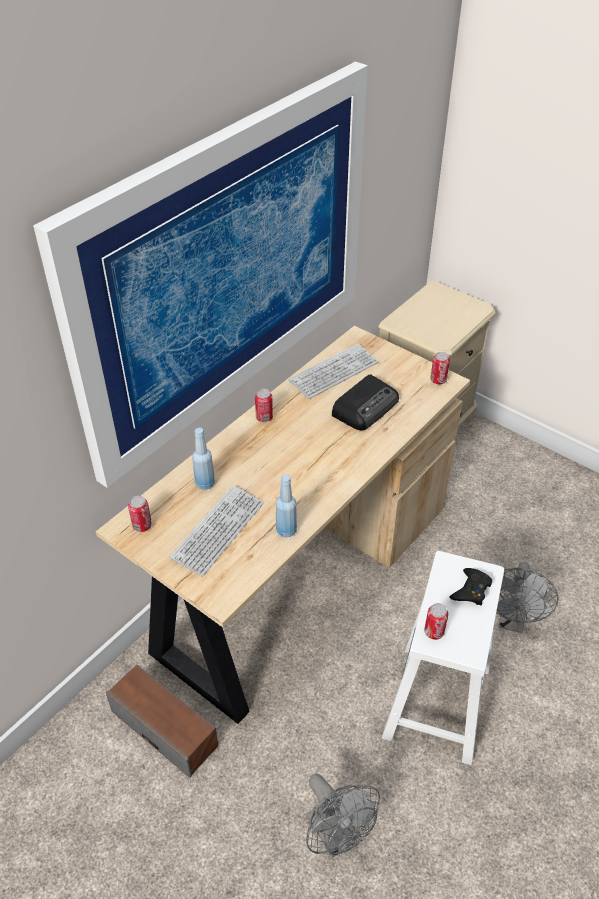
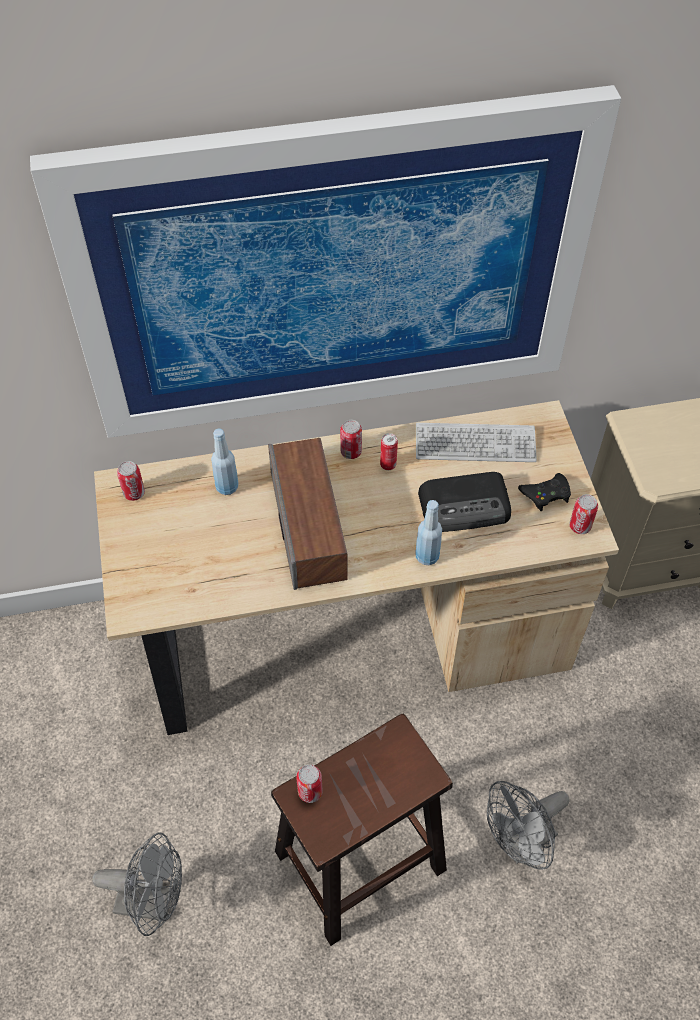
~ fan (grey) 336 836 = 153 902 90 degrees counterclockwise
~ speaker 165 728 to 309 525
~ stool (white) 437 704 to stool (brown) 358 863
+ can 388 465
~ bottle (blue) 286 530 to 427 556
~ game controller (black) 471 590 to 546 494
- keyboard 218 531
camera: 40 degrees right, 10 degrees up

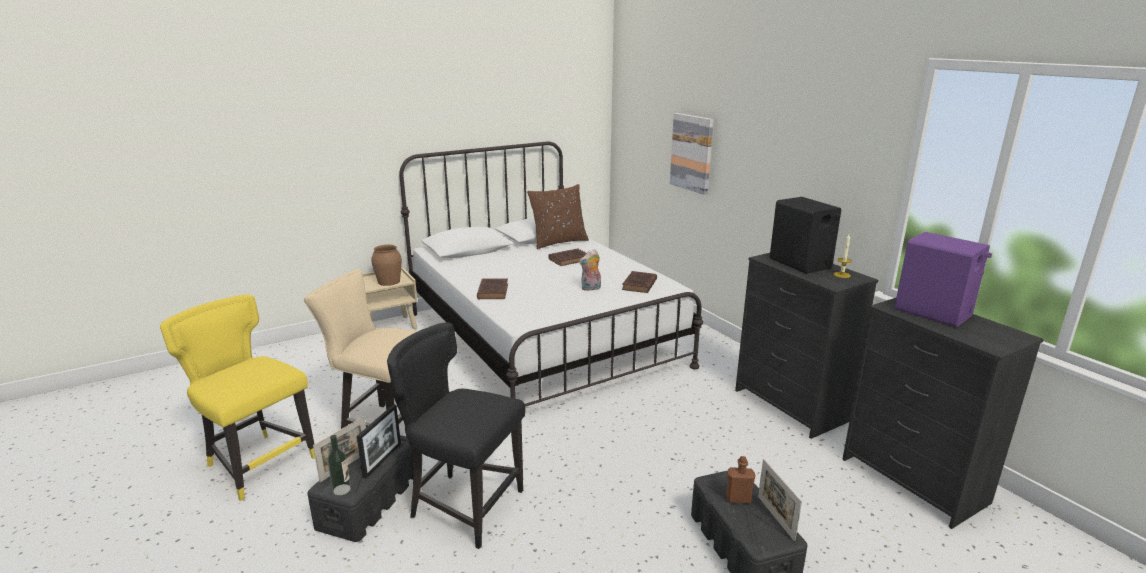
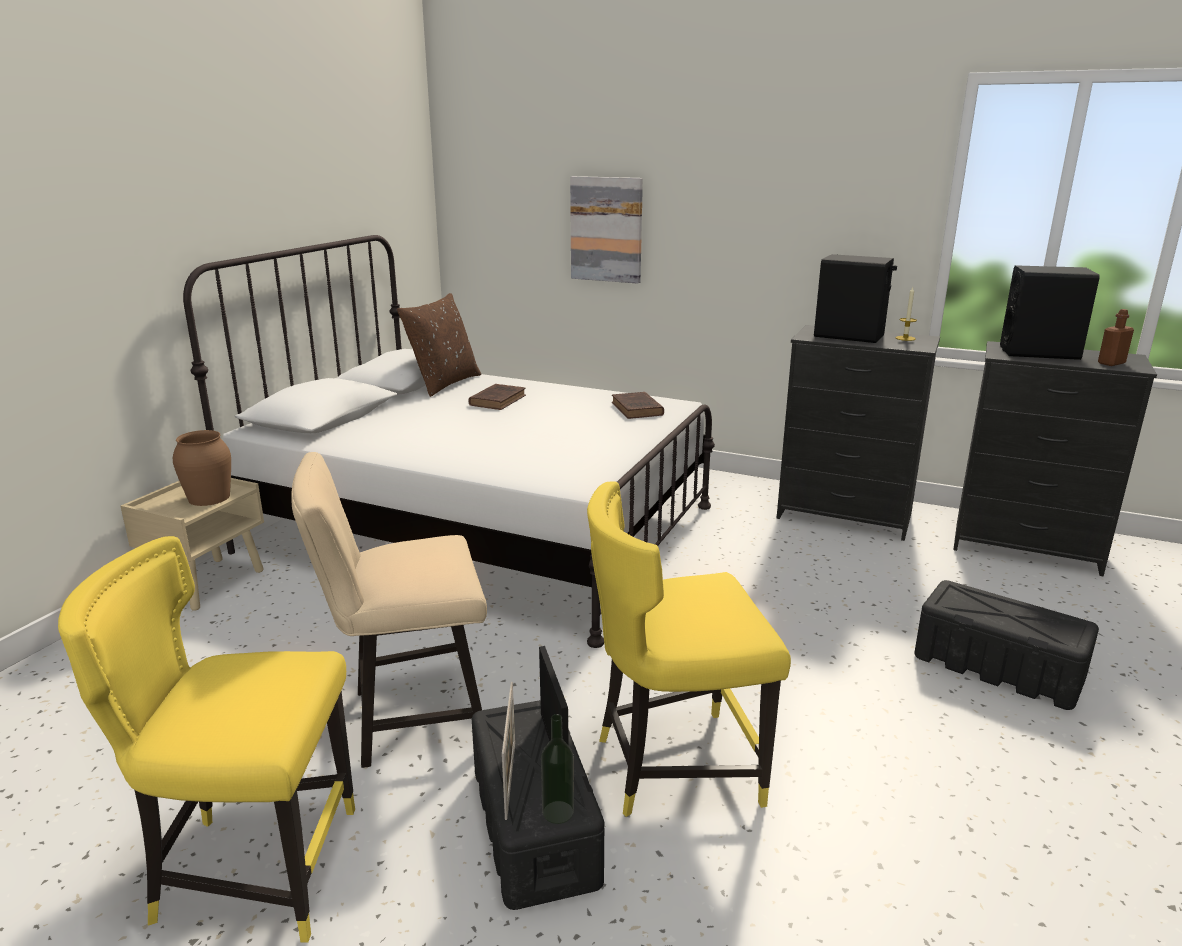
~ chair (black) 464 505 to chair (yellow) 673 766
~ speaker (purple) 933 312 to speaker (black) 1039 352
~ bottle (brown) 738 499 to 1111 363
- book (brown) 493 291
- plush toy 591 288
- picture frame 775 518
camera: 35 degrees left, 0 degrees up

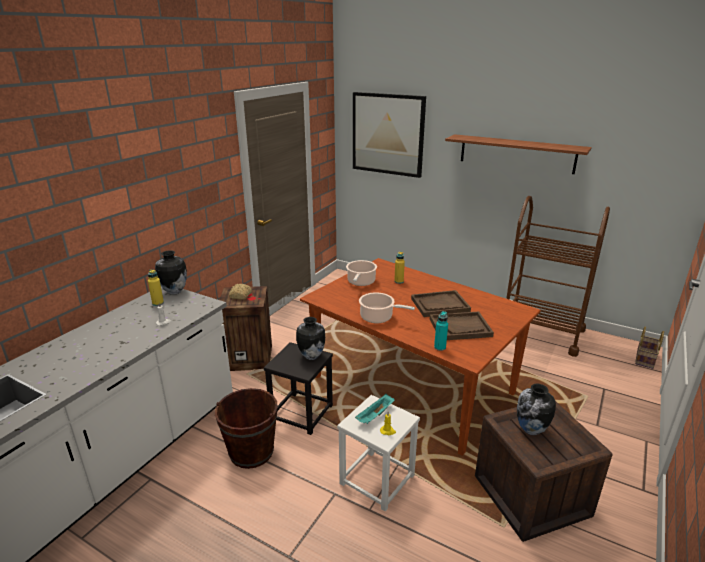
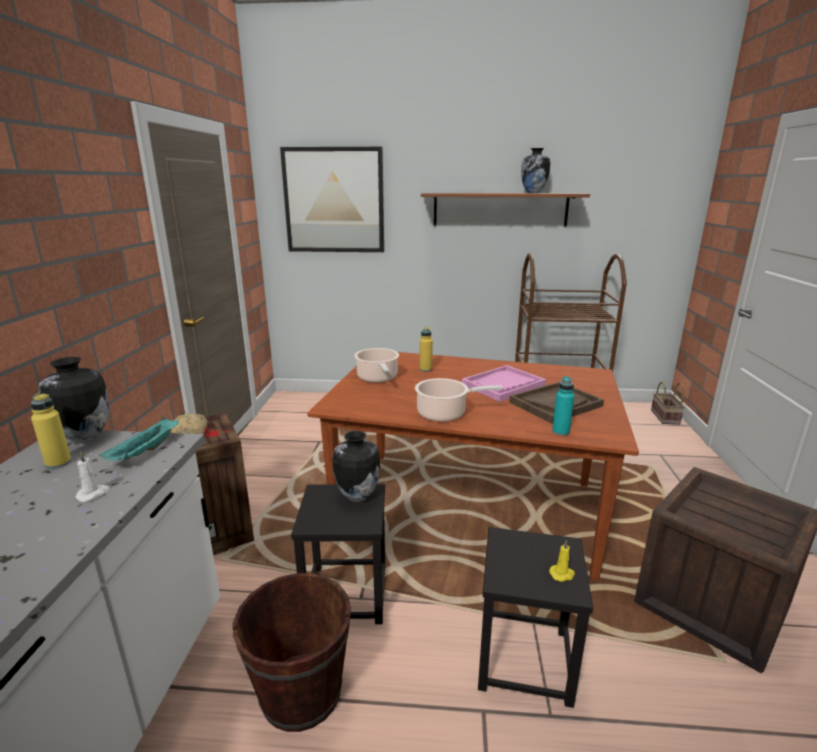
~ tray (turquoise) 375 416 to 145 452
~ tray (brown) 440 305 to tray (pink) 503 385
~ stool (white) 376 480 to stool (black) 524 660
~ vase 531 430 to 533 193
camera: 25 degrees left, 5 degrees down

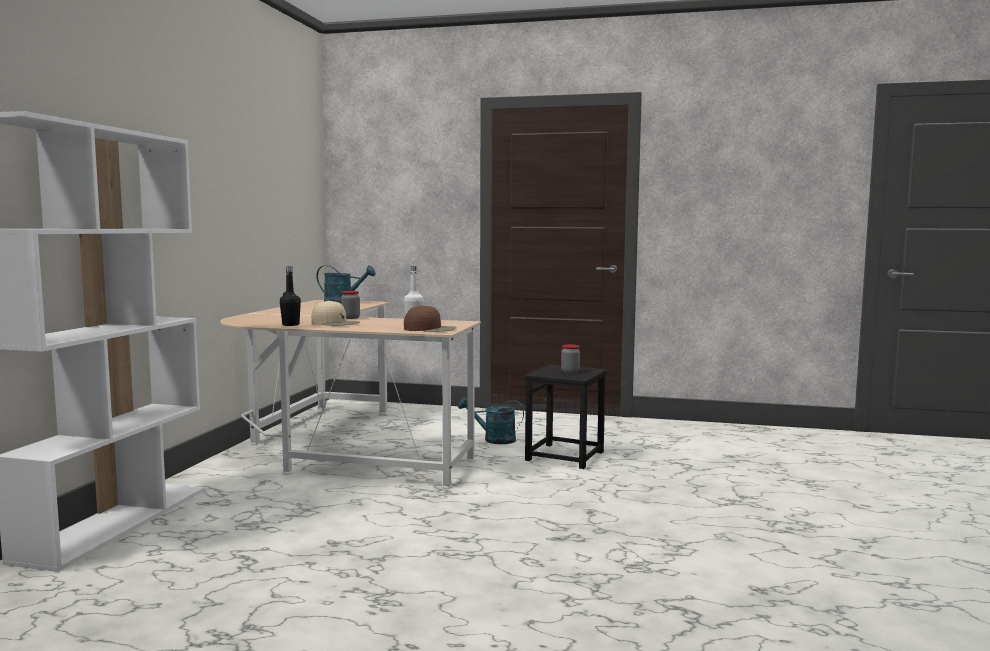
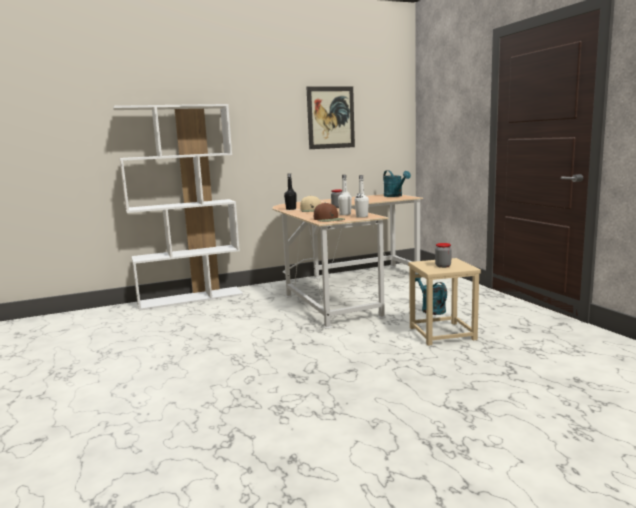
+ picture 331 117
+ bottle (white) 362 216
~ stool (black) 565 456 to stool (beige) 442 333
camera: 55 degrees right, 5 degrees up

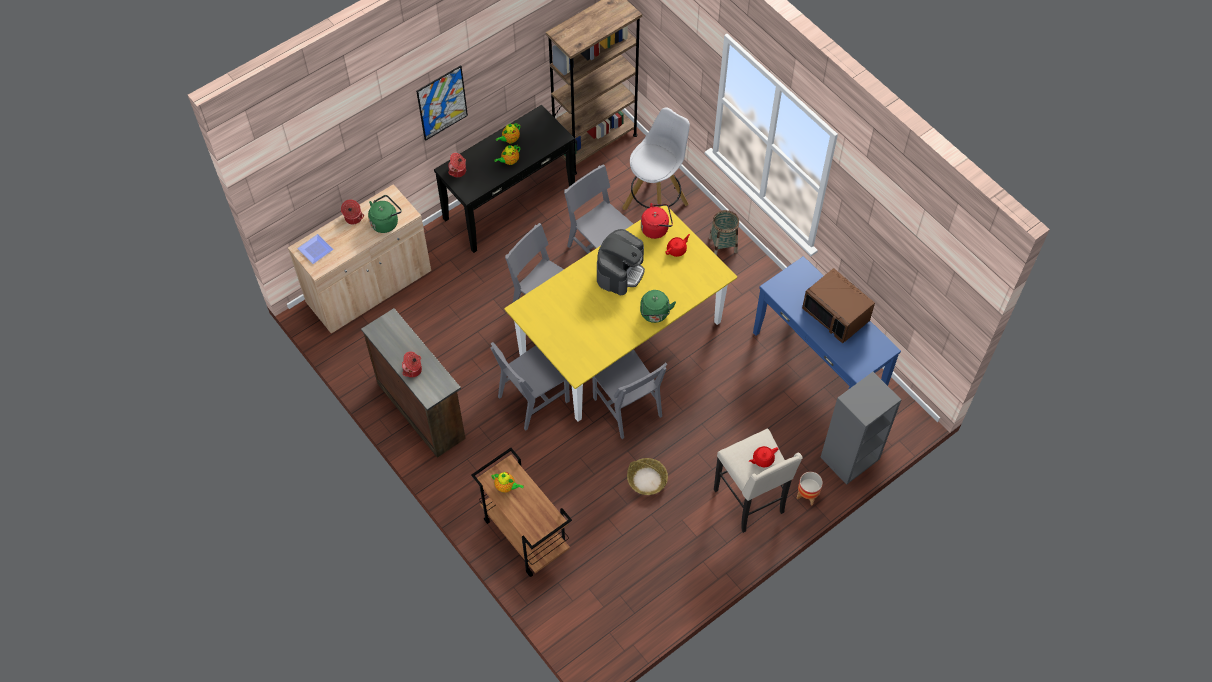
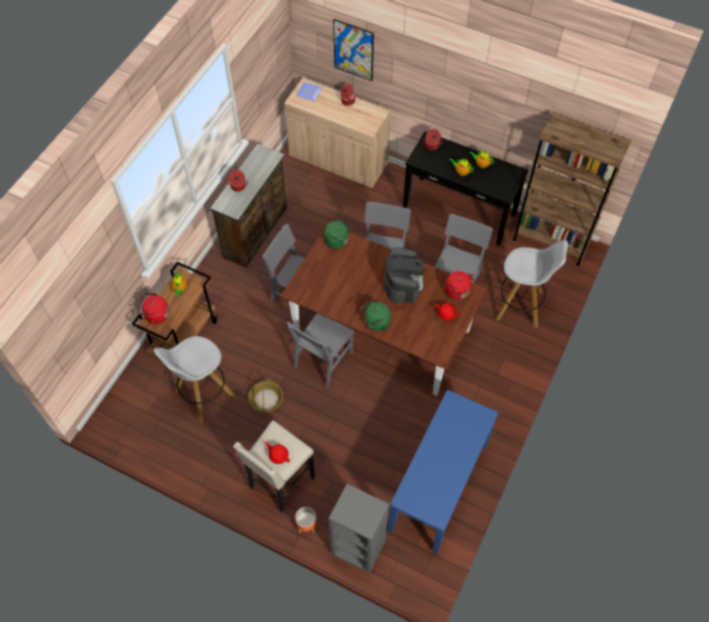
+ kettle (red) 155 315
+ stool (white) 203 395
~ dining table (yellow) 620 338 to dining table (brown) 382 330
~ kettle (green) 386 222 to 338 241
~ picture 442 103 to 353 50
~ coffee machine 620 271 = 403 283 90 degrees counterclockwise
- basket 723 245
- microwave (brown) 836 314
camera: 65 degrees right, 0 degrees up

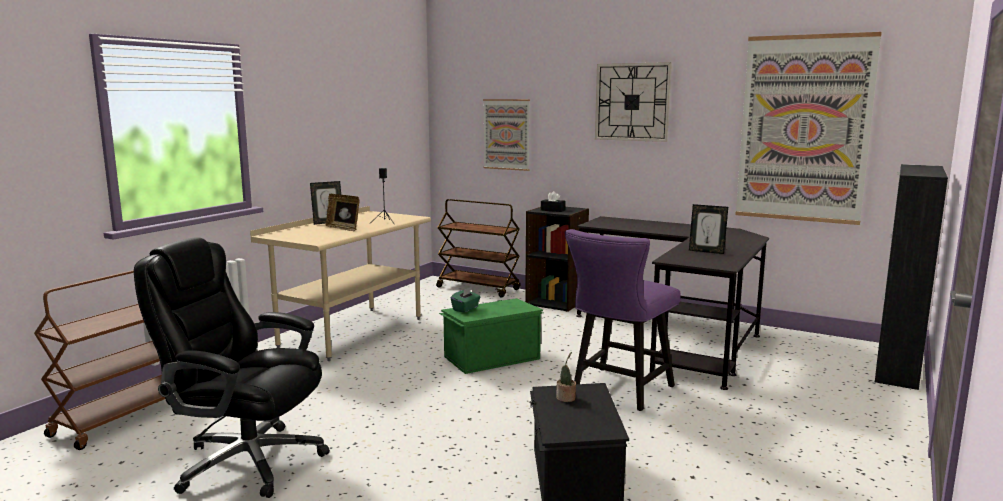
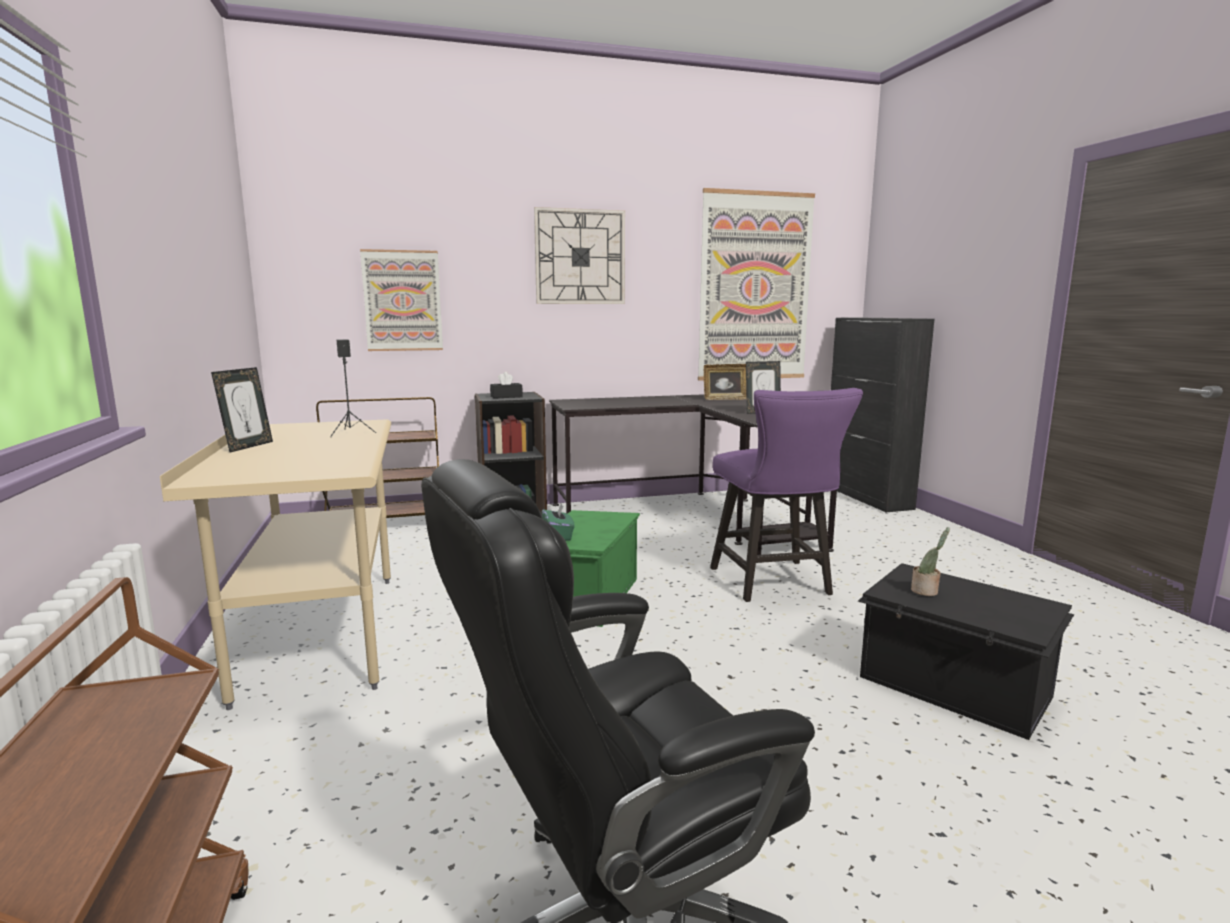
~ picture frame 344 228 to 725 399
camera: 45 degrees left, 0 degrees up

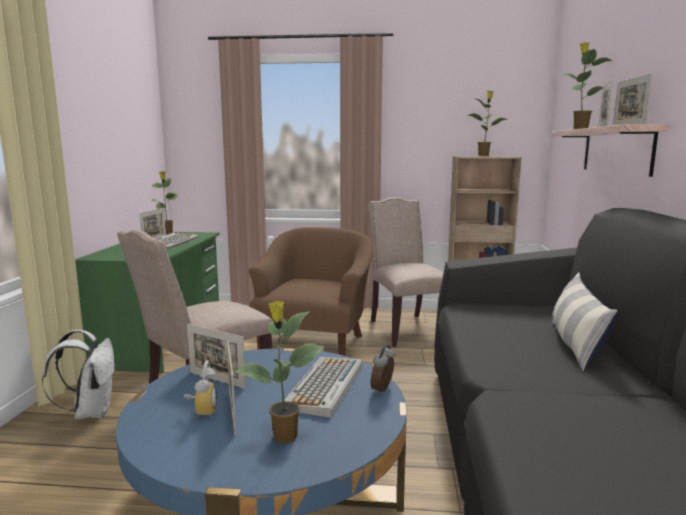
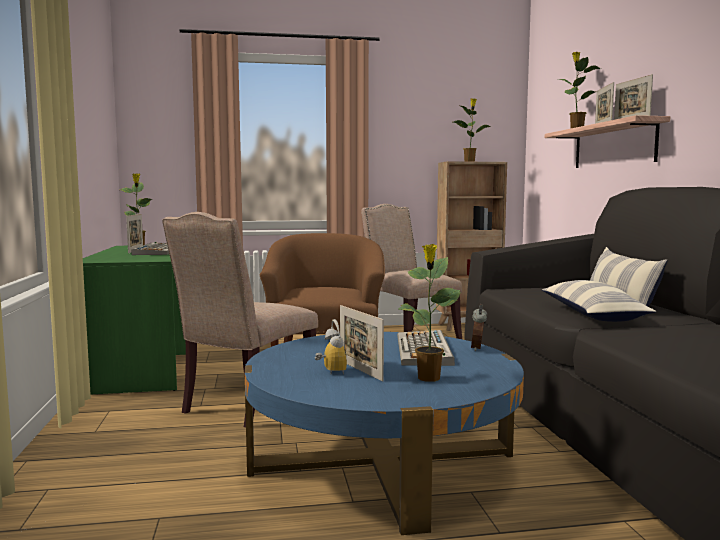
+ pillow 591 315
- backpack (white) 91 412
- picture frame 217 380
camera: 15 degrees left, 5 degrees down

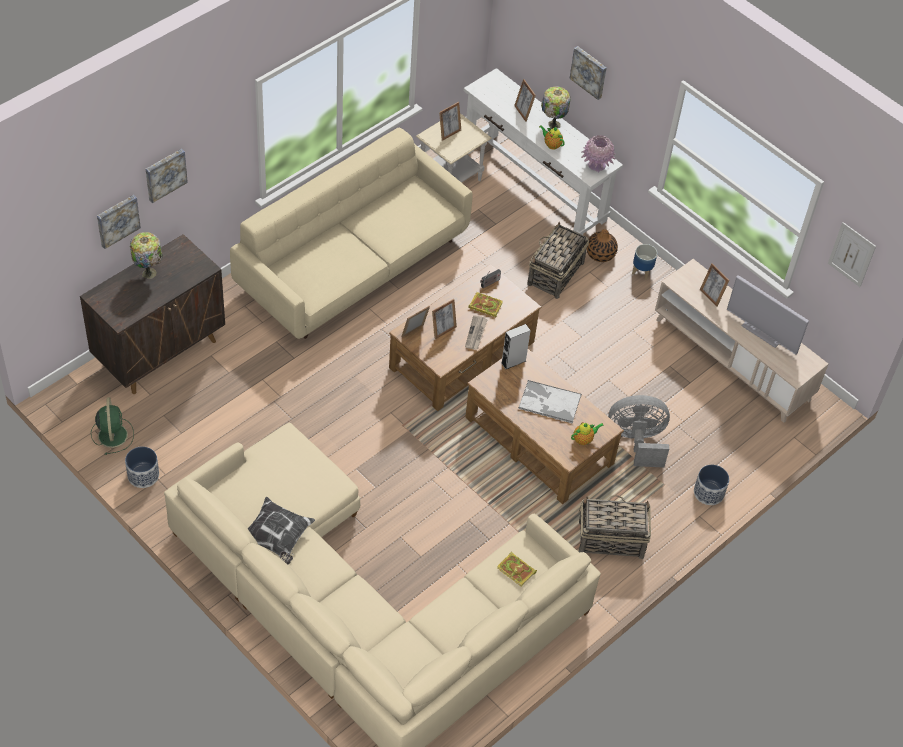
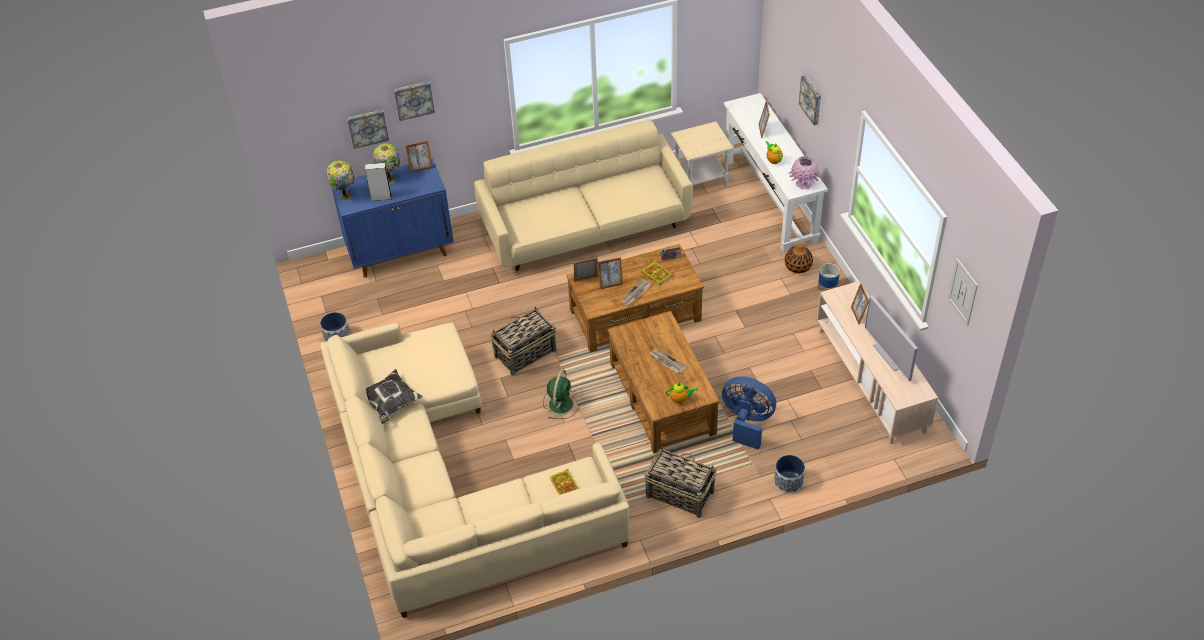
~ table lamp 553 124 to 345 195
~ cabinet (brown) 160 351 to cabinet (blue) 401 252
~ speaker (grey) 513 362 to 381 197
~ picture frame 449 133 to 421 168
~ basket 555 274 to 524 354
~ fan (green) 112 434 to 561 403
~ tray 549 402 to newspaper 667 362
~ fan (grey) 637 441 to fan (blue) 747 422
camera: 30 degrees right, 5 degrees down

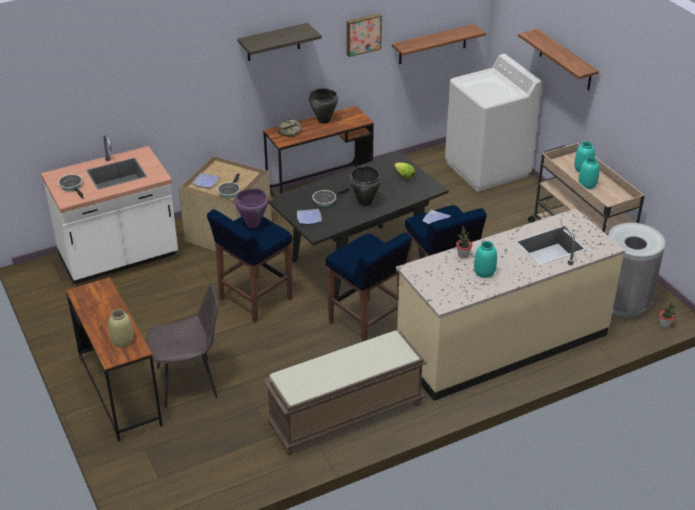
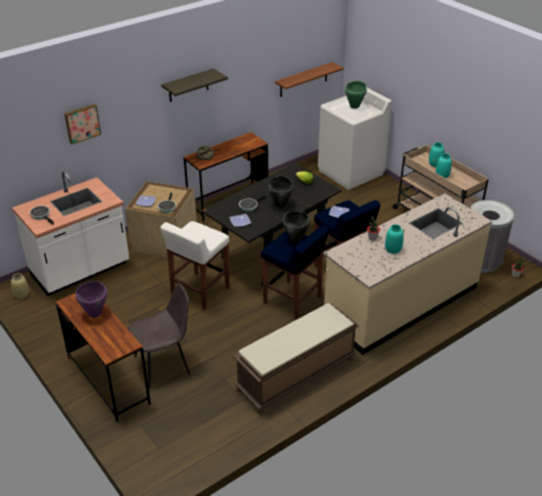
~ vase (beige) 122 341 to 22 295
~ picture 363 34 to 82 123
~ cooking pot (purple) 252 224 to 94 314
~ stool (blue) 254 299 to stool (white) 199 291
~ cooking pot (black) 324 121 to 295 240
+ cooking pot (green) 354 106
- shelf 565 61
camera: 10 degrees left, 0 degrees up

